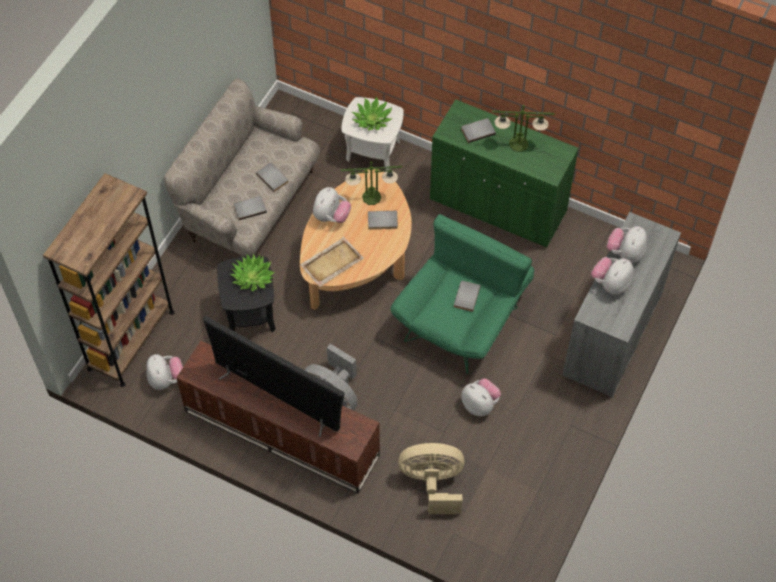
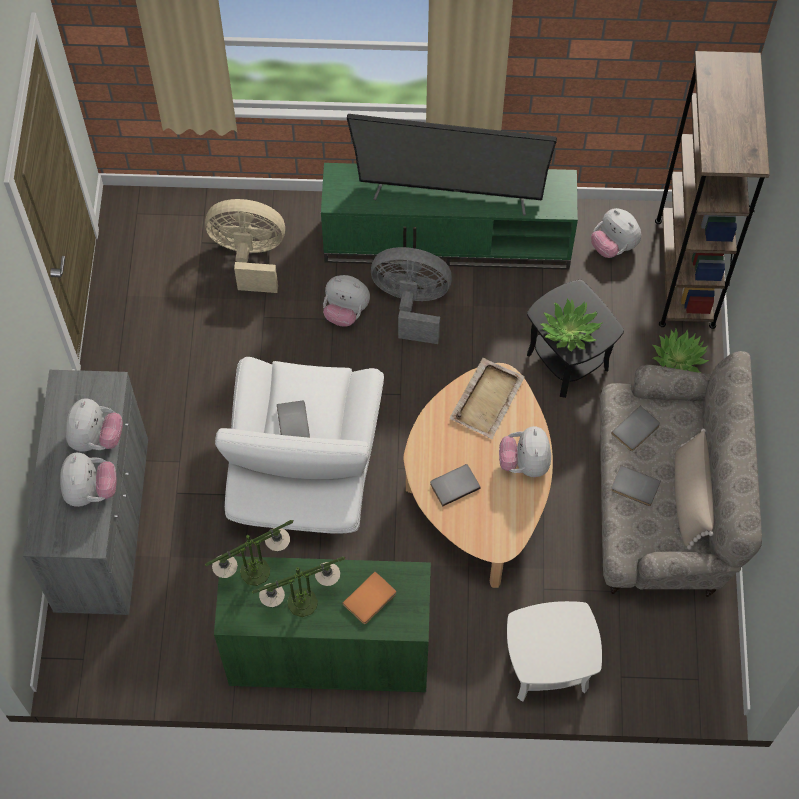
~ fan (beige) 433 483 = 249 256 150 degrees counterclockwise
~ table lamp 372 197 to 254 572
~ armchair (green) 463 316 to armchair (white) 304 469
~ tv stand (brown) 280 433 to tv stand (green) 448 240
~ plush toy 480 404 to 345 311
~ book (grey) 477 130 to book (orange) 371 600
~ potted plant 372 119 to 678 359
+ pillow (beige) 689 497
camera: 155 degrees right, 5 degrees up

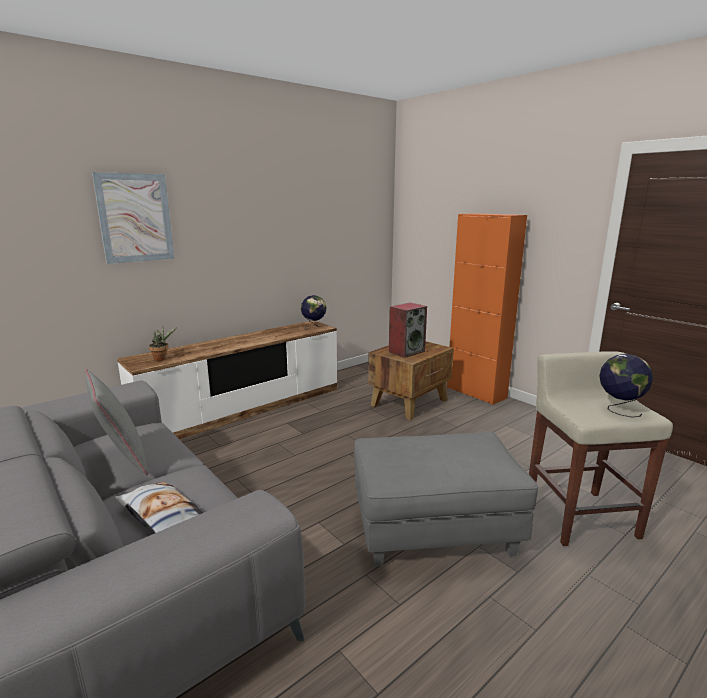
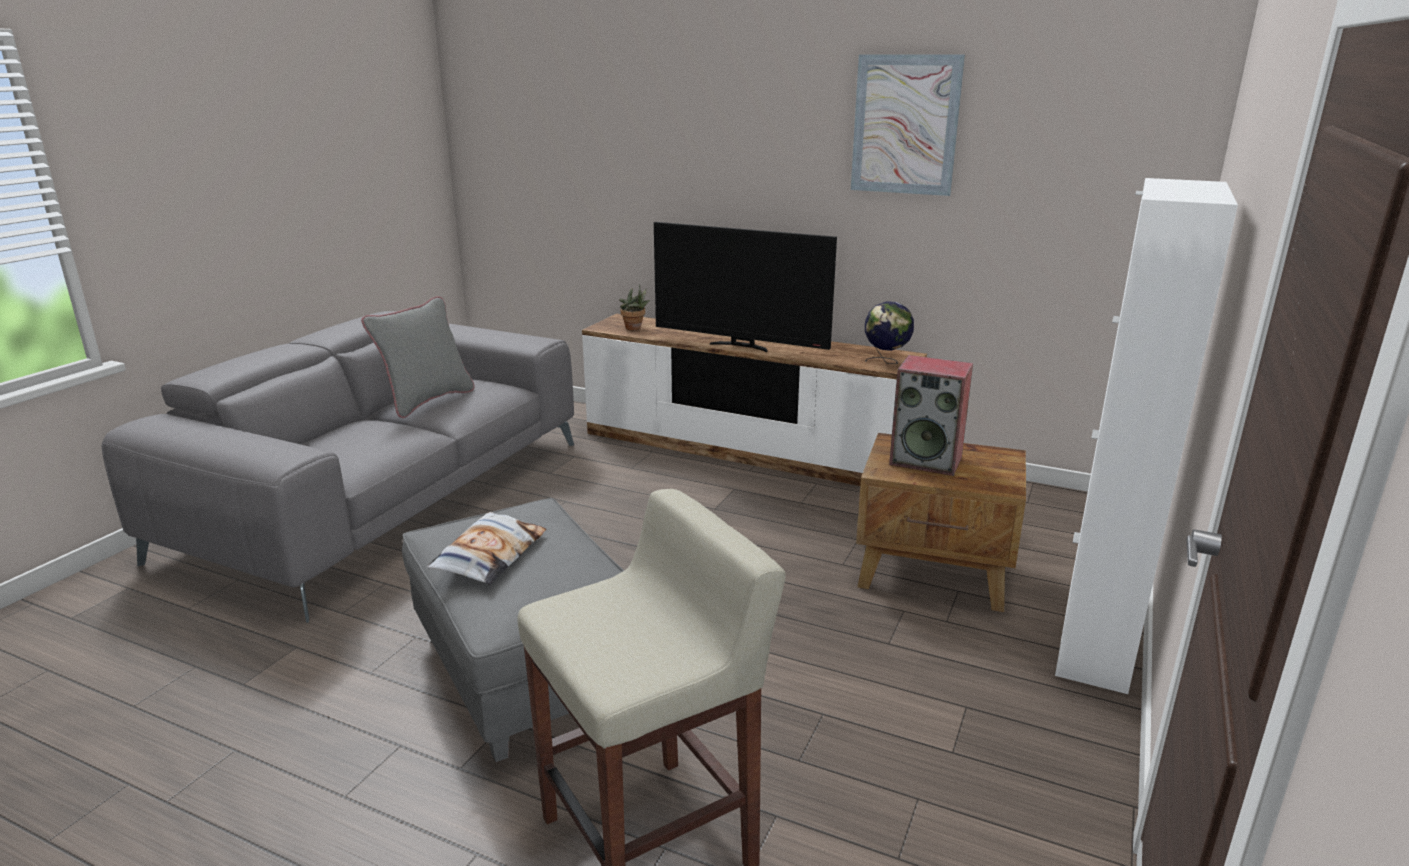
~ pillow 160 514 to 489 556
+ television 741 346
~ picture 135 218 to 905 125
~ cabinet (orange) 476 393 to cabinet (white) 1095 643
- globe 619 409
camera: 65 degrees right, 5 degrees up

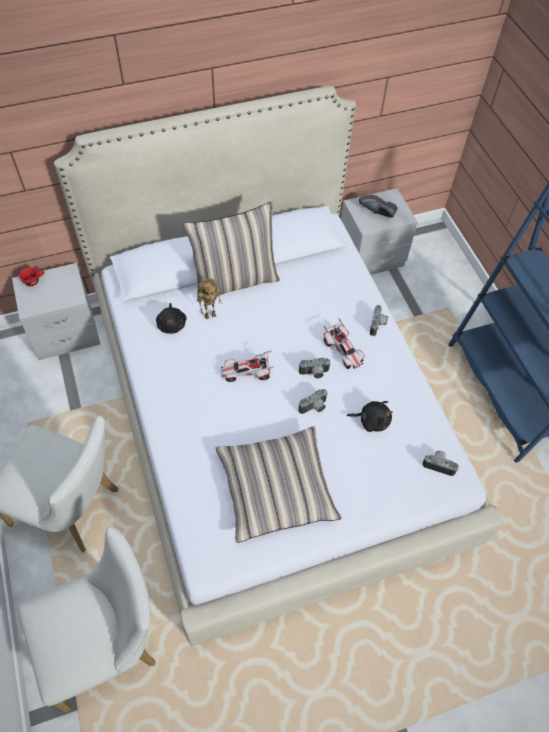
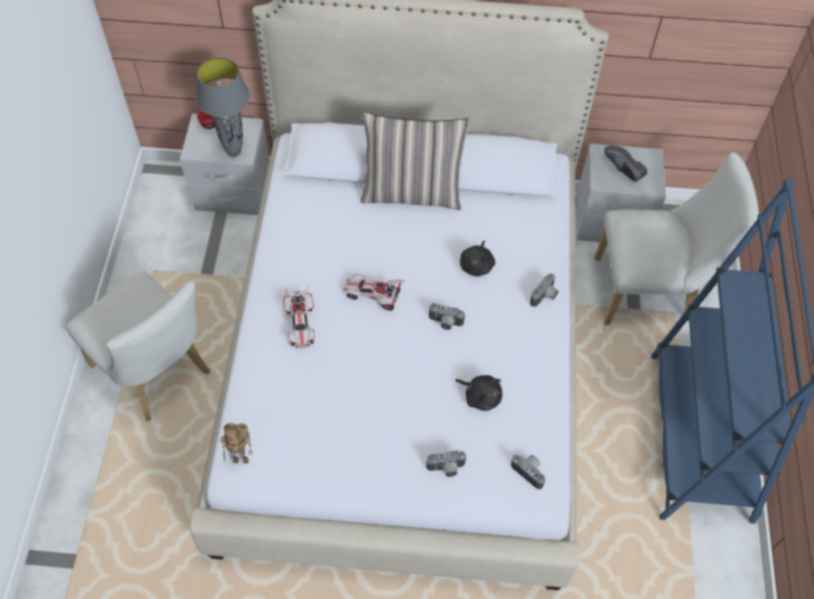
+ table lamp (grey) 234 152
~ toy robot 210 315 to 242 459
~ toy car 343 351 to 301 324
~ photo camera 314 408 to 446 469
~ plush toy (black) 172 324 to 477 265
~ chair (white) 108 643 to 651 290
- pillow 277 488
camera: 25 degrees right, 0 degrees up

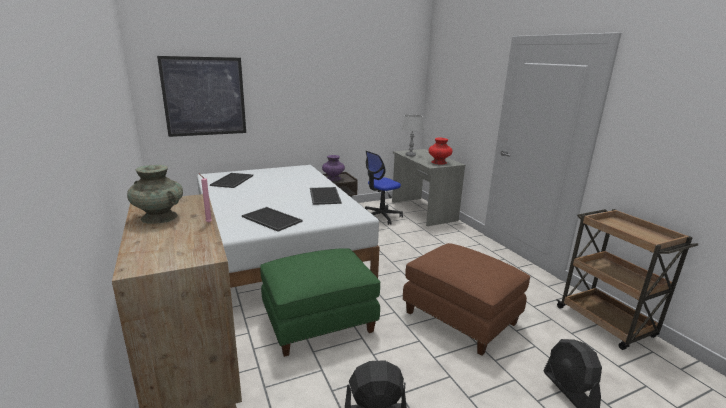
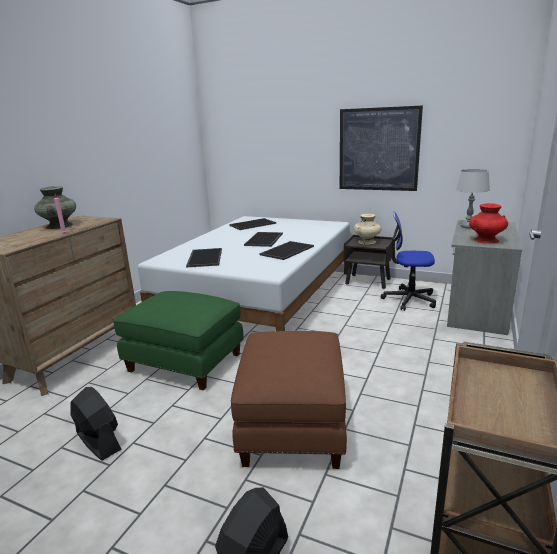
+ tray 264 239
~ picture 204 96 to 378 149
~ vase (purple) 333 178 to vase (beige) 366 242
camera: 50 degrees right, 0 degrees up

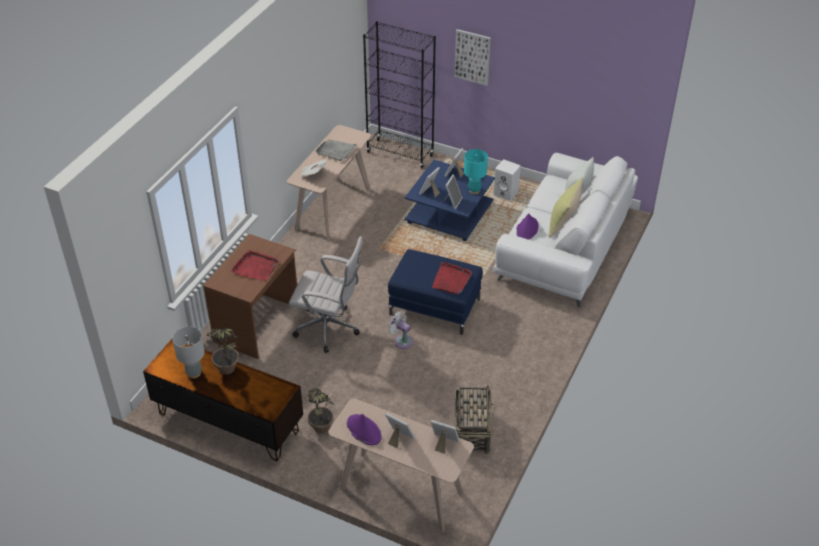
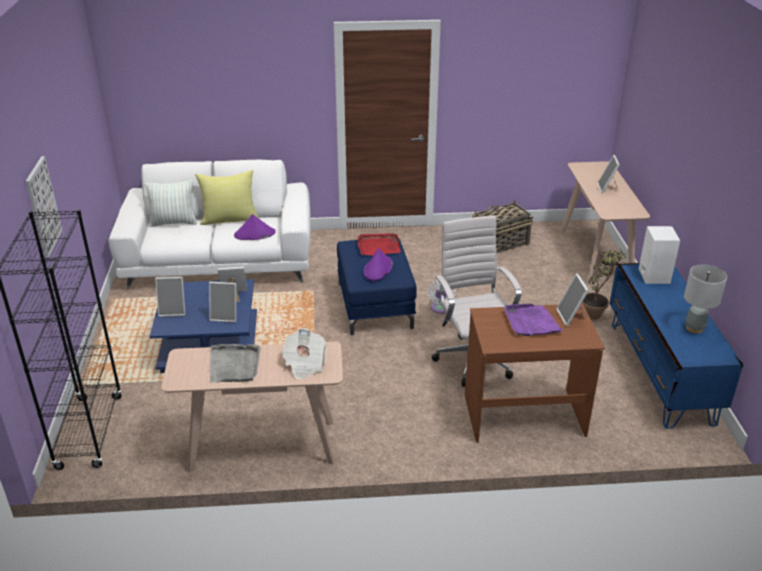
~ hat (purple) 364 430 to 378 269
~ tray (red) 255 267 to tray (purple) 531 322
~ picture frame 443 443 to 571 317
~ tv stand (brown) 228 421 to tv stand (blue) 659 372
~ speaker (white) 506 194 to 653 275
- potted plant 229 373
- table lamp (turquoise) 474 190
camera: 120 degrees left, 10 degrees down

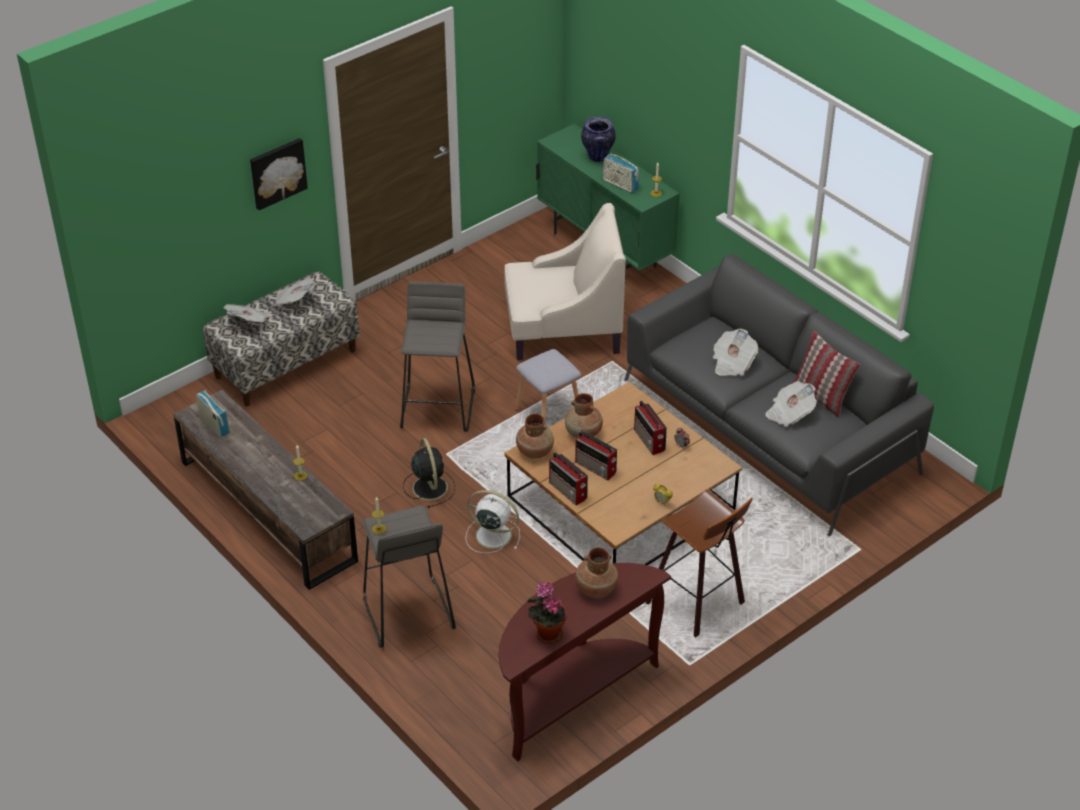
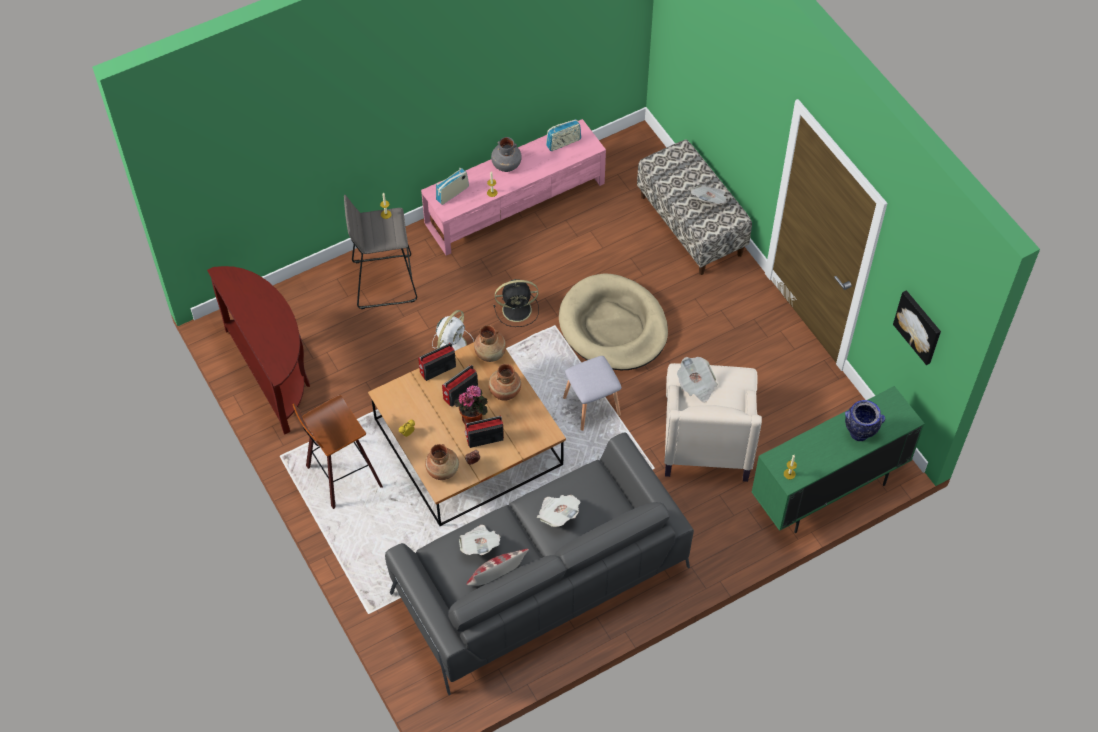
~ tv stand (brown) 267 509 to tv stand (pink) 516 203
~ vase (brown) 595 588 to 443 470
~ radio 620 184 to 452 193
~ potted plant 547 633 to 473 417
+ vase (grey) 506 164
~ stool (grey) 438 408 to dog bed (beige) 613 326
~ newspaper 249 322 to 696 385
~ picture 277 172 to 919 326
camera: 100 degrees right, 15 degrees up

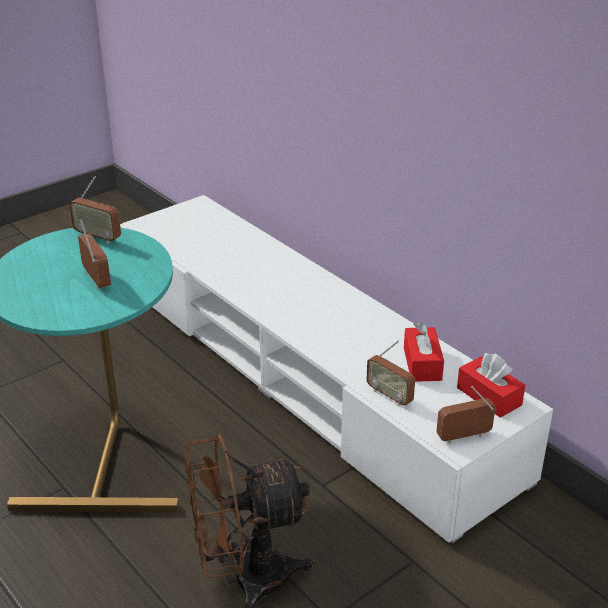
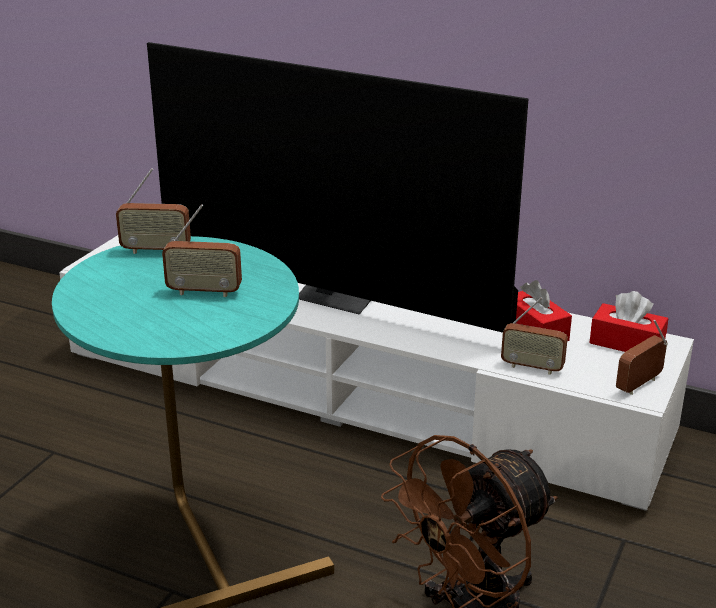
+ television 339 296
~ radio 96 279 = 204 292 150 degrees clockwise
camera: 25 degrees left, 5 degrees down

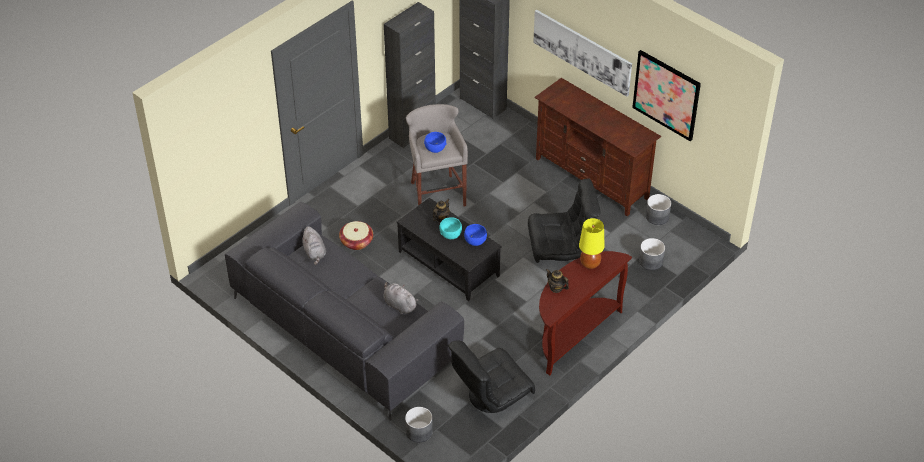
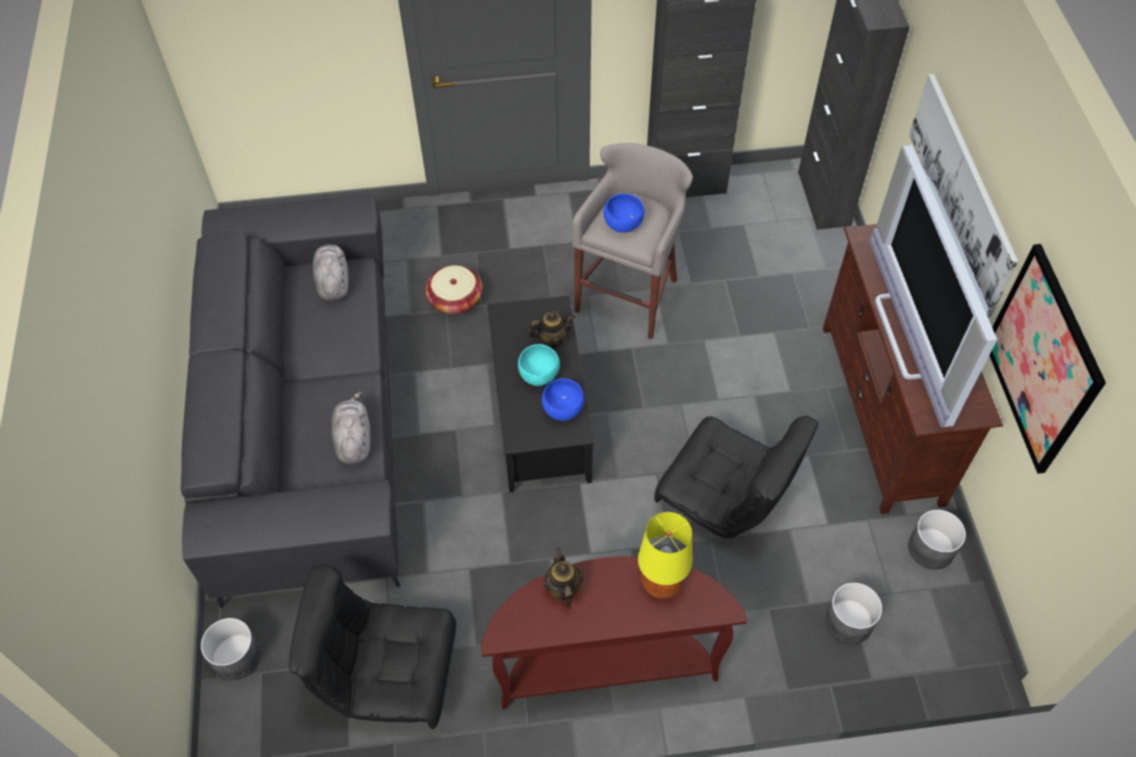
~ plush toy (grey) 314 253 = 333 282 150 degrees clockwise
+ television 909 336
camera: 40 degrees right, 10 degrees up

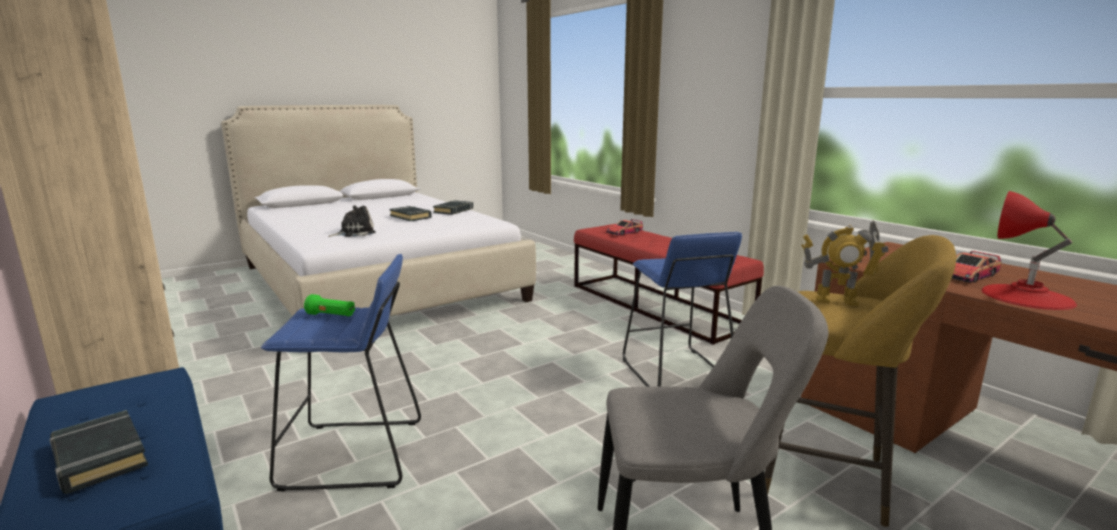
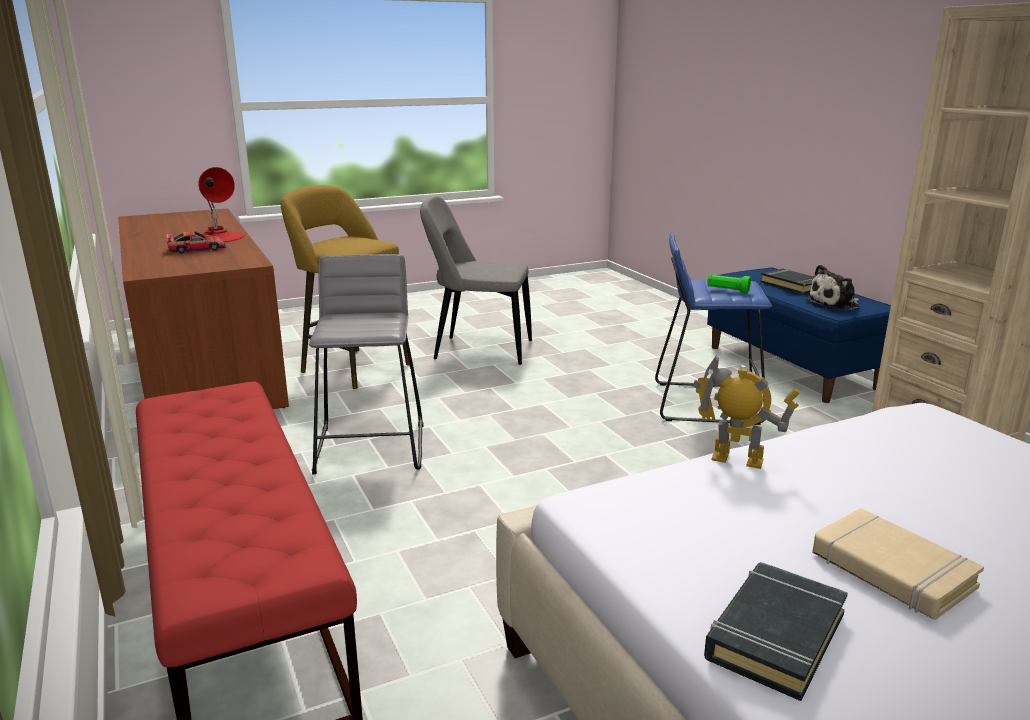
~ stool (blue) 675 372 to stool (grey) 371 447
~ toy robot 836 301 to 737 460
~ plush toy 354 233 to 835 304
~ book (black) 411 217 to book (beige) 891 571
- toy car 624 232
camera: 170 degrees left, 5 degrees up

